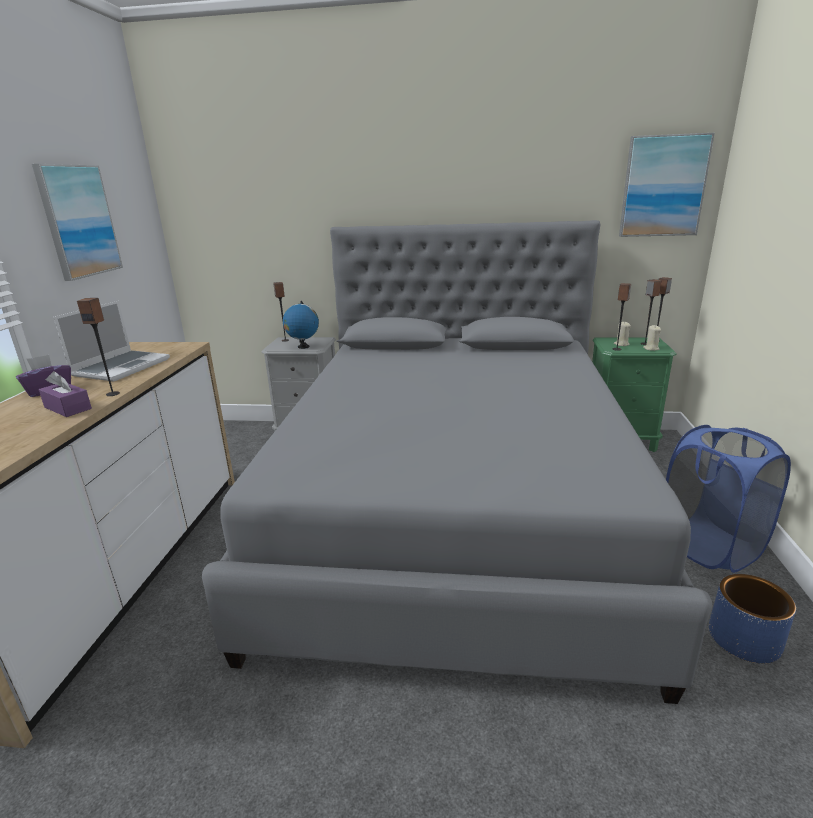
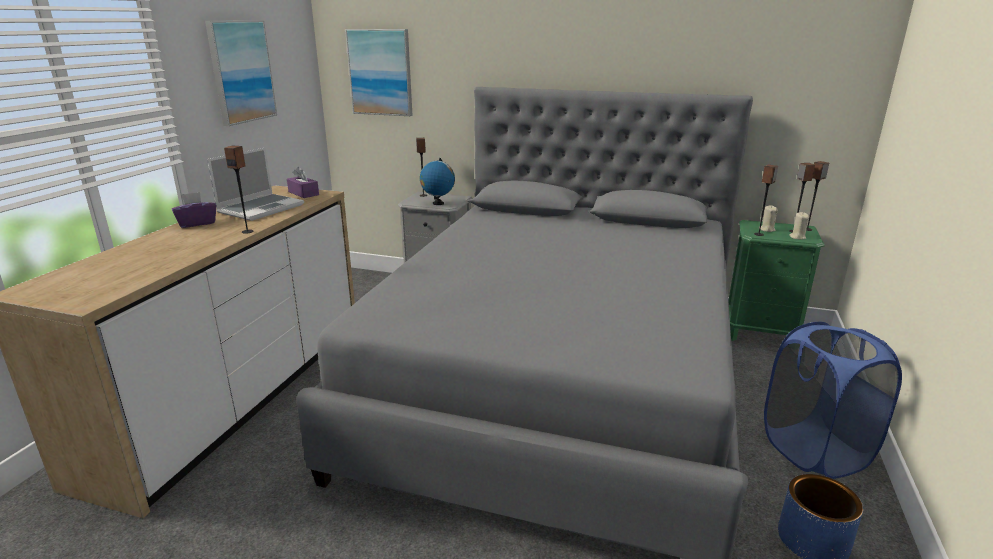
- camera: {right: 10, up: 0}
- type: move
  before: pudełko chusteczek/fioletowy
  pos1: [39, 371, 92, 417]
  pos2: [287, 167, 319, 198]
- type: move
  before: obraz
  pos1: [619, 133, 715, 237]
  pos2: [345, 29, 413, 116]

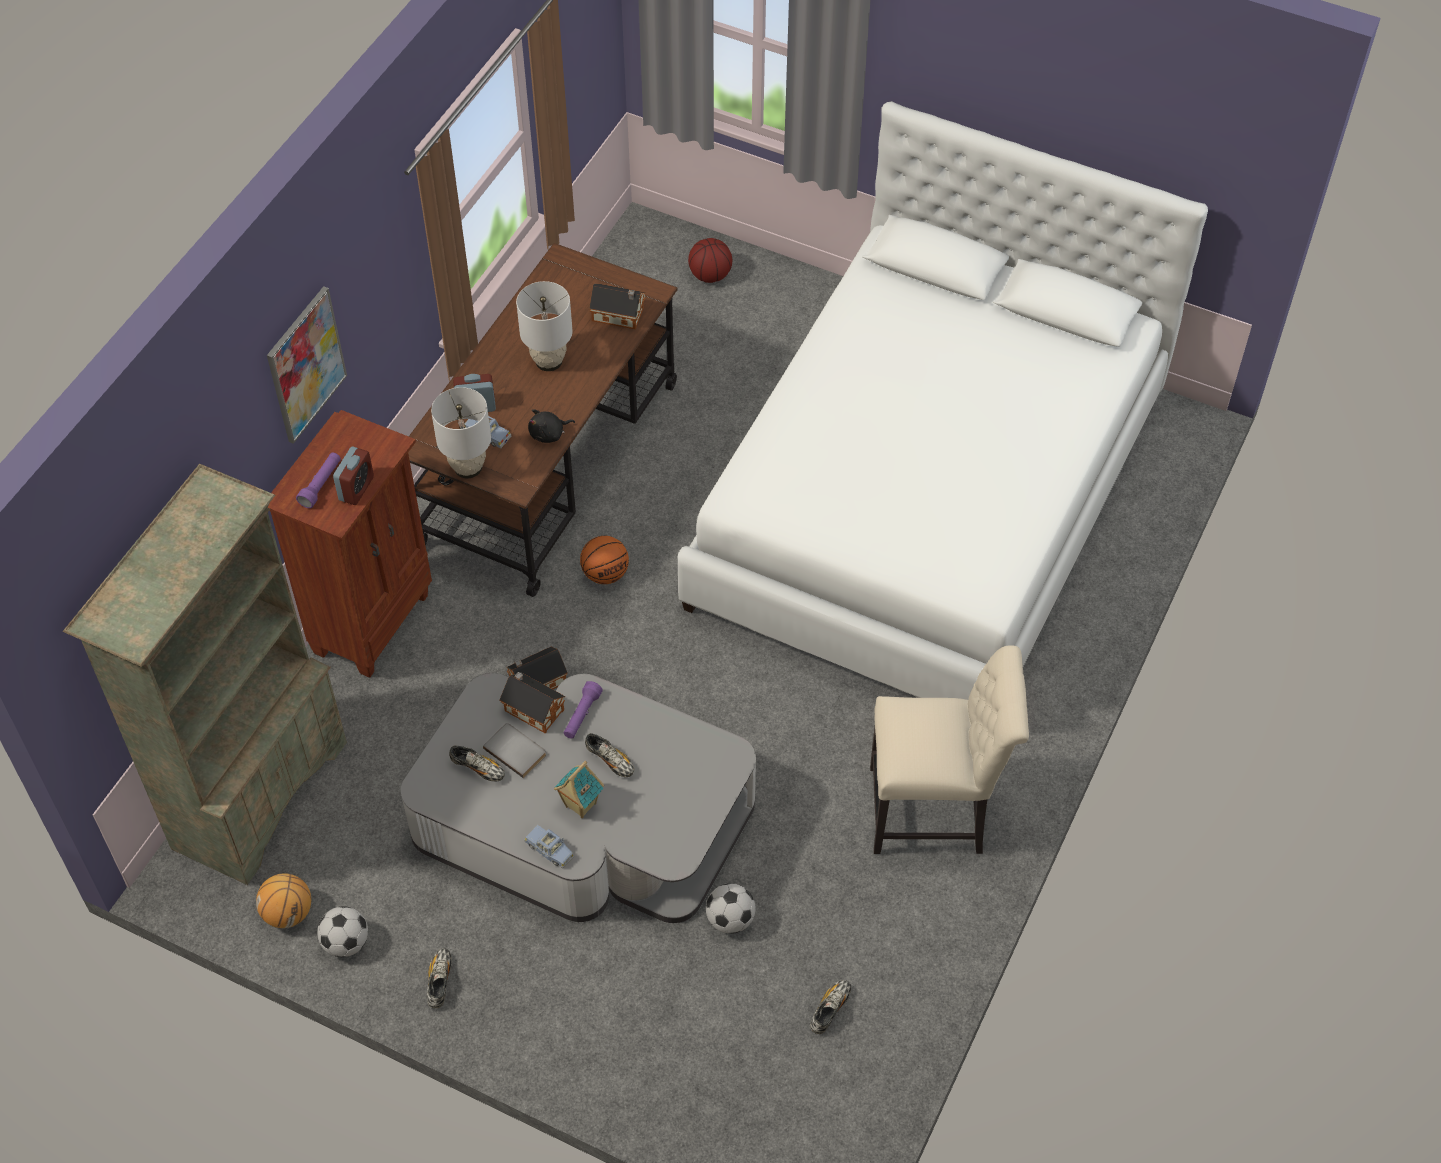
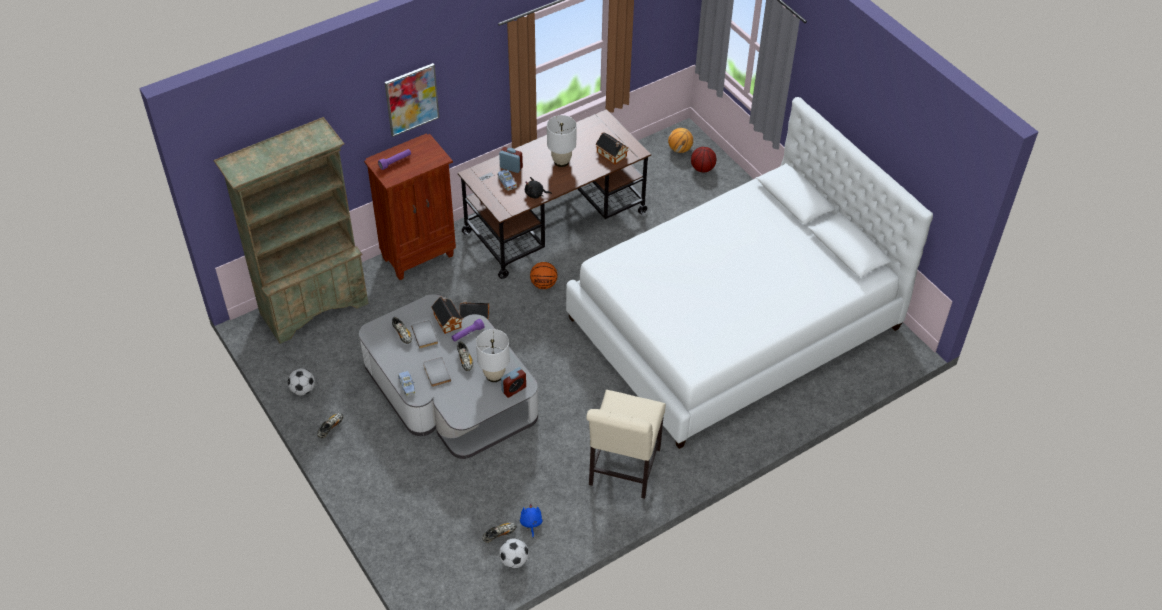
- camera: {right: 30, up: -5}
- type: insert
  after: pluszak/niebieski
  pos2: [520, 504, 543, 537]
- type: move
  before: piłka do koszykówki
  pos1: [256, 873, 311, 928]
  pos2: [668, 128, 693, 153]
- type: move
  before: budzik
  pos1: [333, 446, 374, 505]
  pos2: [501, 367, 526, 398]
- type: move
  before: lampa stołowa/biały
  pos1: [431, 387, 491, 478]
  pos2: [476, 329, 510, 382]
- type: move
  before: piłka futbolowa
  pos1: [706, 883, 756, 934]
  pos2: [499, 538, 529, 568]
- type: replace
  before: domek
  after: książka/szary
  pos1: [554, 761, 604, 818]
  pos2: [423, 357, 451, 387]
- type: rotate
  before: krzesło/beżowy
  pos1: [870, 645, 1029, 854]
  pos2: [586, 390, 666, 499]
  turn: 75

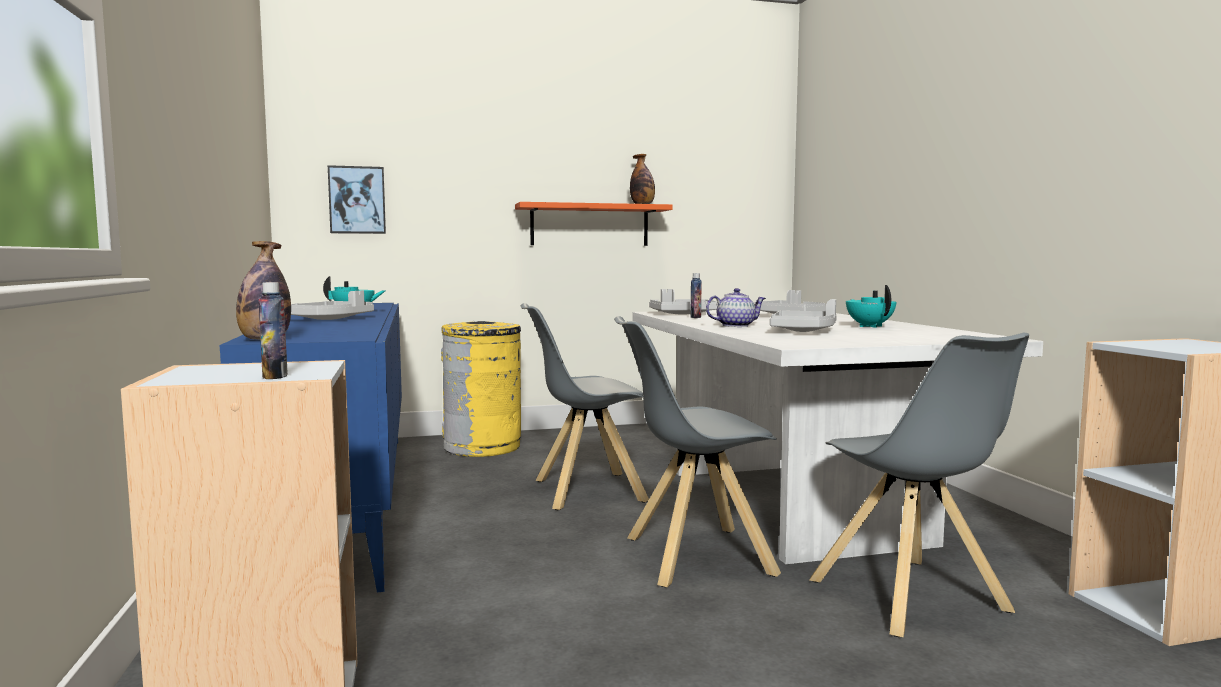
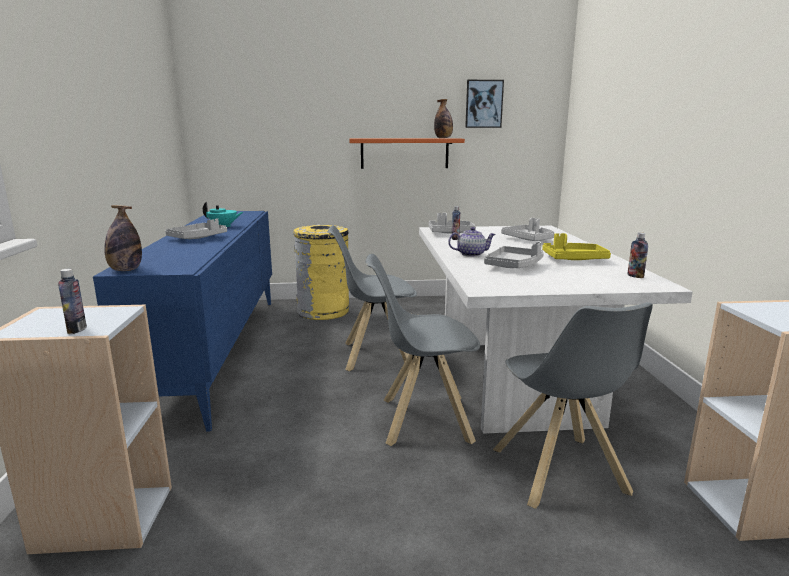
- camera: {right: 10, up: 10}
- type: insert
  after: butelka
  pos2: [628, 232, 648, 278]
- type: move
  before: obraz
  pos1: [328, 165, 386, 234]
  pos2: [465, 80, 504, 128]
- type: replace
  before: imbryk/turkusowy
  after: taca/żółty
  pos1: [846, 285, 896, 328]
  pos2: [542, 233, 611, 260]

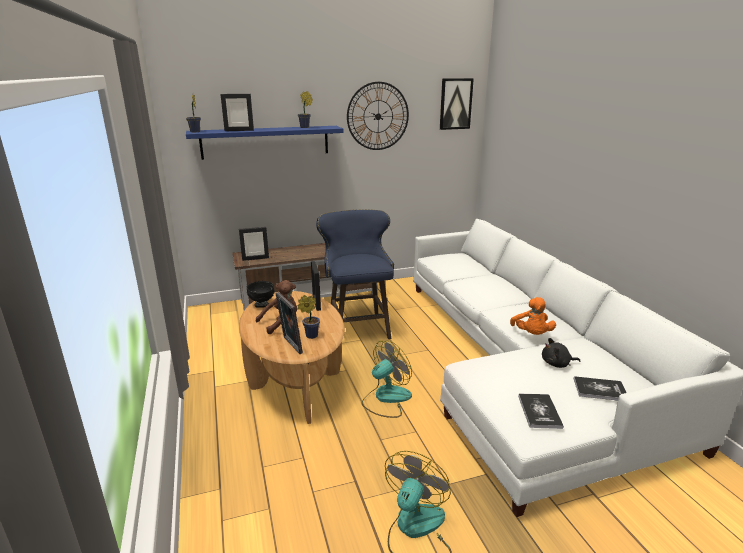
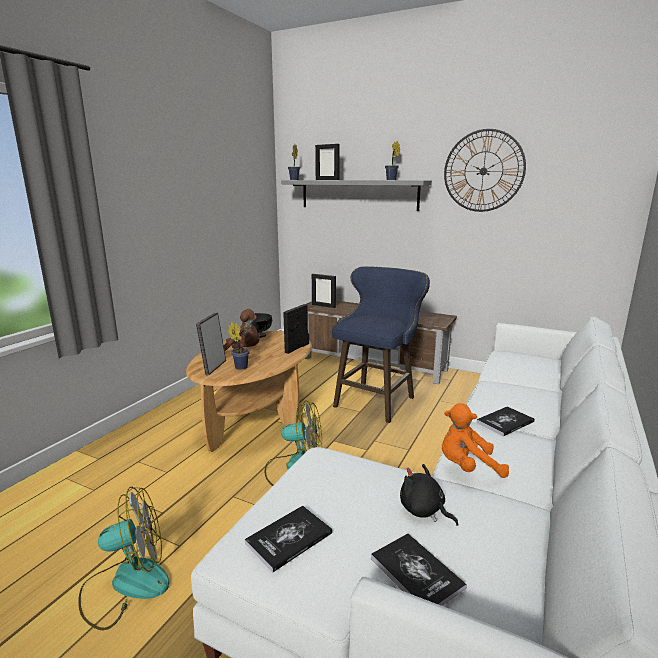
- camera: {right: 45, up: -5}
- type: delete
  before: obraz
  pos1: [440, 78, 474, 130]
- type: insert
  after: książka
  pos2: [476, 406, 535, 436]
- type: recolor
  before: półka/niebieski
  after: półka/szary
  pos1: [186, 126, 344, 160]
  pos2: [281, 180, 432, 211]
- type: rotate
  before: pluszak/pomarańczowy
  pos1: [510, 297, 556, 335]
  pos2: [442, 403, 509, 478]
  turn: 45

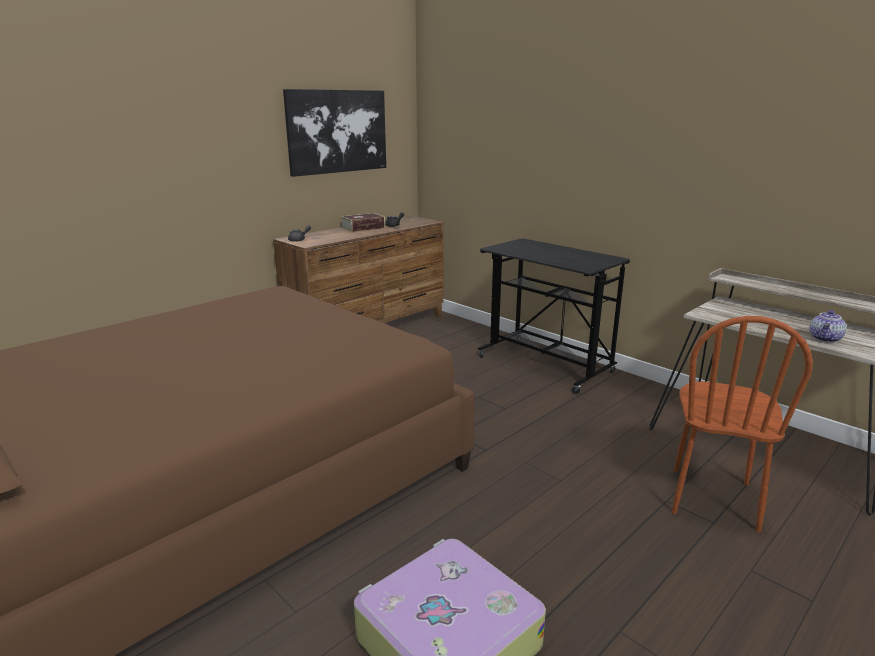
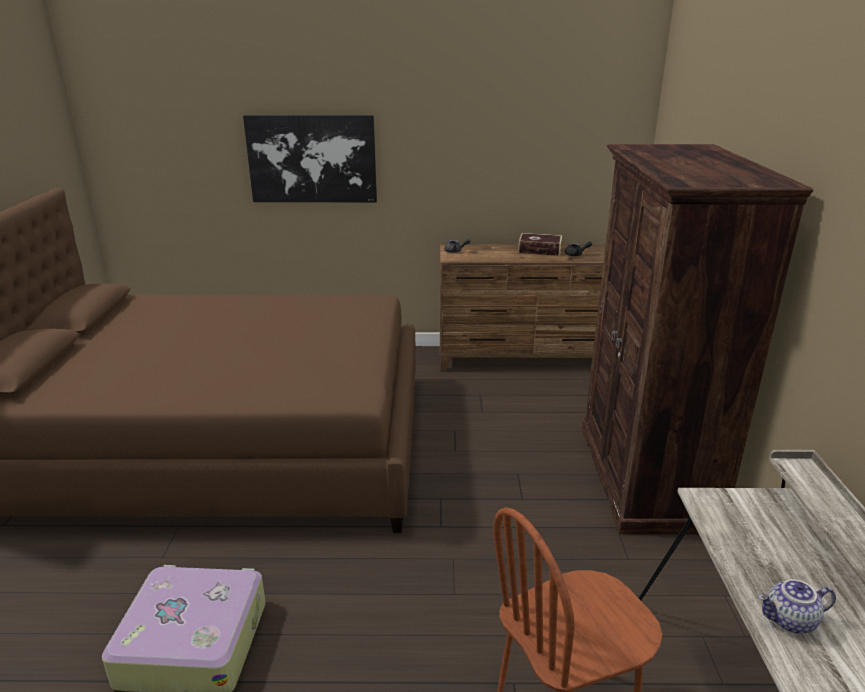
- camera: {right: 45, up: 5}
- type: move
  before: obraz
  pos1: [283, 89, 386, 177]
  pos2: [243, 115, 377, 202]
- type: replace
  before: biurko/czarny
  after: szafa/brązowy
  pos1: [478, 238, 630, 394]
  pos2: [582, 144, 813, 535]

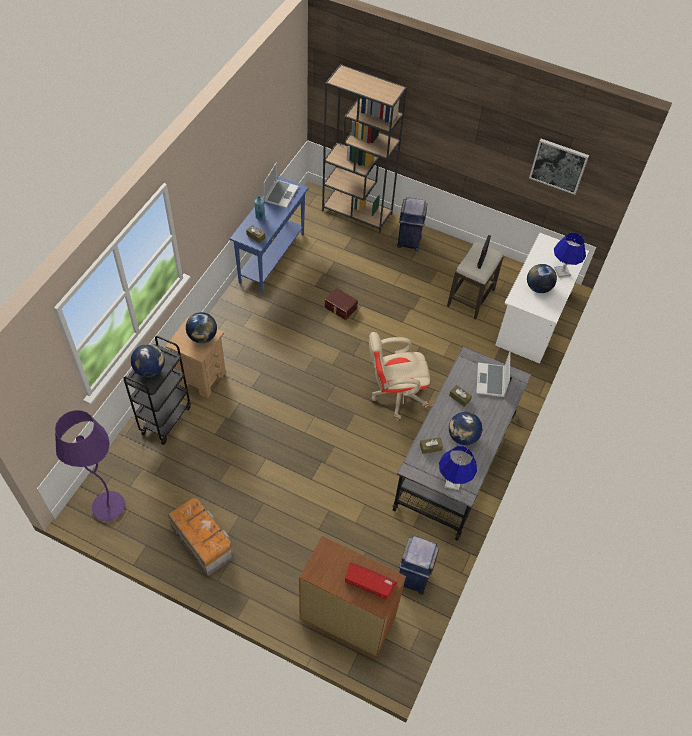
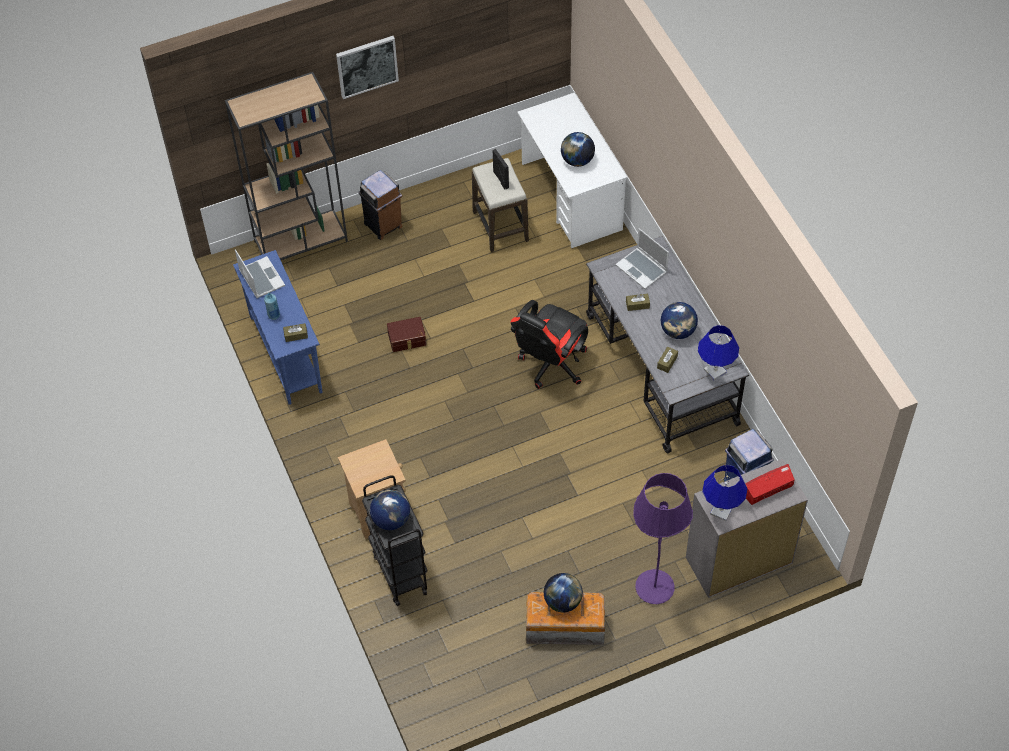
- camera: {right: -45, up: 0}
- type: move
  before: lampa stojąca/fioletowy
  pos1: [55, 410, 125, 521]
  pos2: [633, 473, 693, 604]
- type: move
  before: globus
  pos1: [186, 312, 217, 343]
  pos2: [544, 573, 583, 612]
- type: move
  before: obraz
  pos1: [529, 139, 589, 195]
  pos2: [336, 36, 399, 99]
- type: move
  before: lampa stołowa/niebieski
  pos1: [554, 232, 586, 278]
  pos2: [702, 465, 747, 521]
- type: recolor
  before: szafka/brązowy
  after: szafka/szary
  pos1: [299, 536, 406, 658]
  pos2: [686, 459, 808, 598]
- type: recolor
  before: krzesło biurowe/beżowy
  after: krzesło biurowe/czarny
  pos1: [369, 332, 430, 421]
  pos2: [511, 300, 588, 389]
- type: recolor
  before: kosz na śmieci/niebieski
  after: kosz na śmieci/brązowy
  pos1: [397, 197, 428, 251]
  pos2: [358, 170, 403, 240]

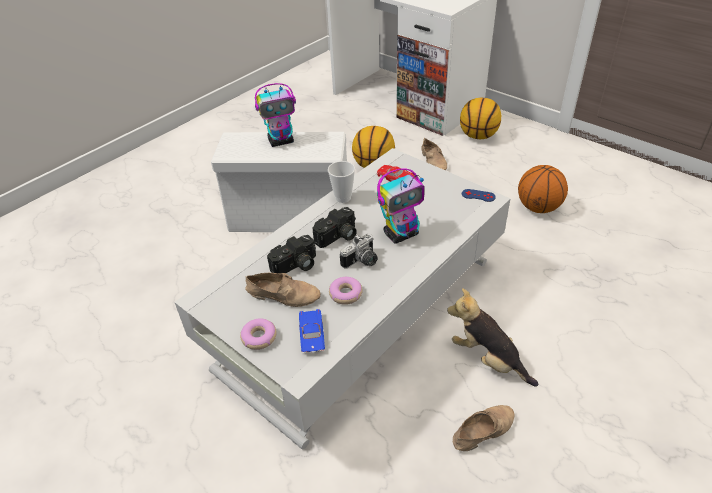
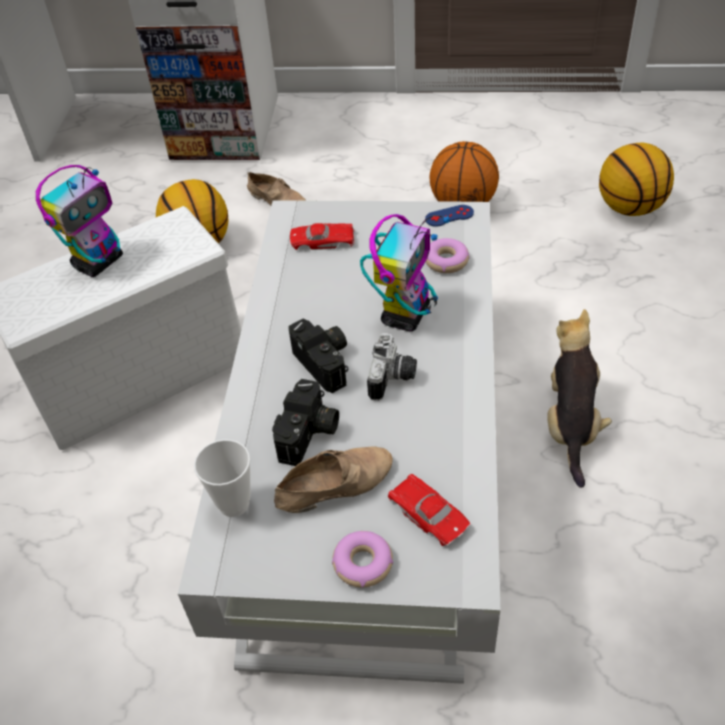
- camera: {right: -35, up: 5}
- type: delete
  before: but/beżowy
  pos1: [453, 405, 514, 451]
- type: move
  before: filiżanka
  pos1: [328, 161, 355, 203]
  pos2: [194, 439, 251, 517]
- type: move
  before: donut
  pos1: [329, 277, 363, 305]
  pos2: [426, 238, 470, 273]
- type: move
  before: piłka do koszykówki
  pos1: [460, 98, 501, 139]
  pos2: [599, 142, 674, 216]
- type: recolor
  before: samochodzik/niebieski
  after: samochodzik/czerwony
  pos1: [299, 309, 325, 353]
  pos2: [388, 474, 471, 546]
- type: rotate
  before: aparat fotograficzny
  pos1: [312, 207, 357, 248]
  pos2: [288, 319, 348, 393]
  turn: -45
- type: rotate
  before: pluszak
  pos1: [447, 288, 538, 386]
  pos2: [547, 309, 612, 488]
  turn: 90

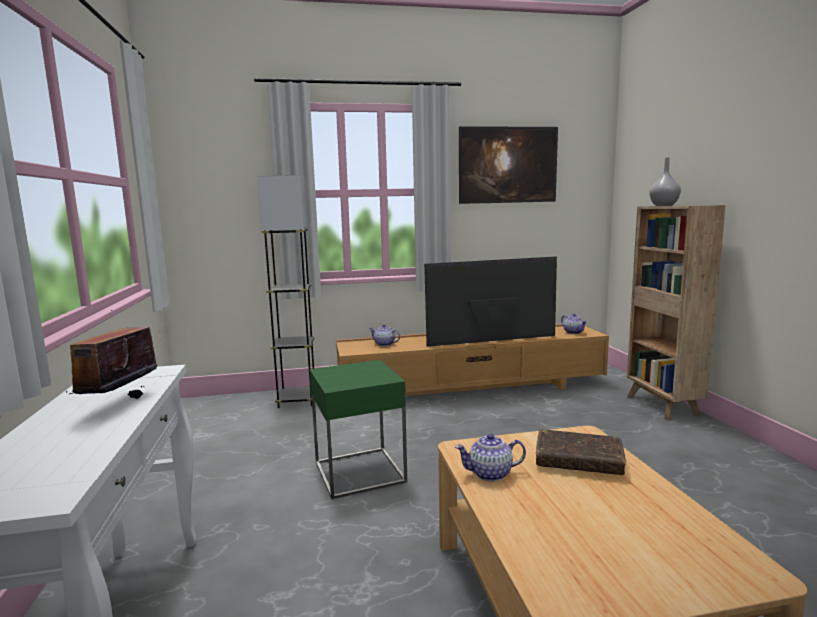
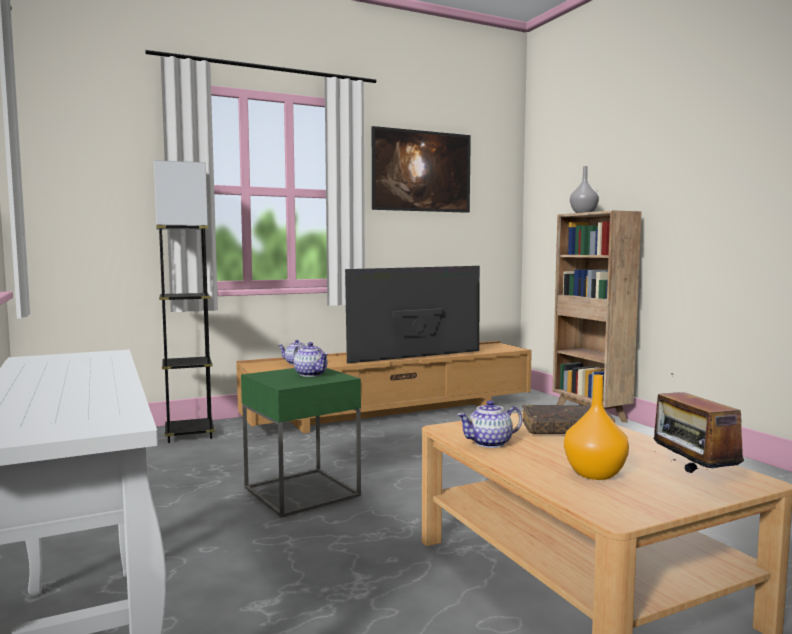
- camera: {right: -15, up: -5}
- type: insert
  after: wazon/pomarańczowy
  pos2: [564, 374, 629, 480]
- type: move
  before: radio
  pos1: [66, 310, 157, 399]
  pos2: [654, 373, 744, 473]
- type: move
  before: imbryk
  pos1: [561, 314, 587, 334]
  pos2: [293, 342, 328, 377]

